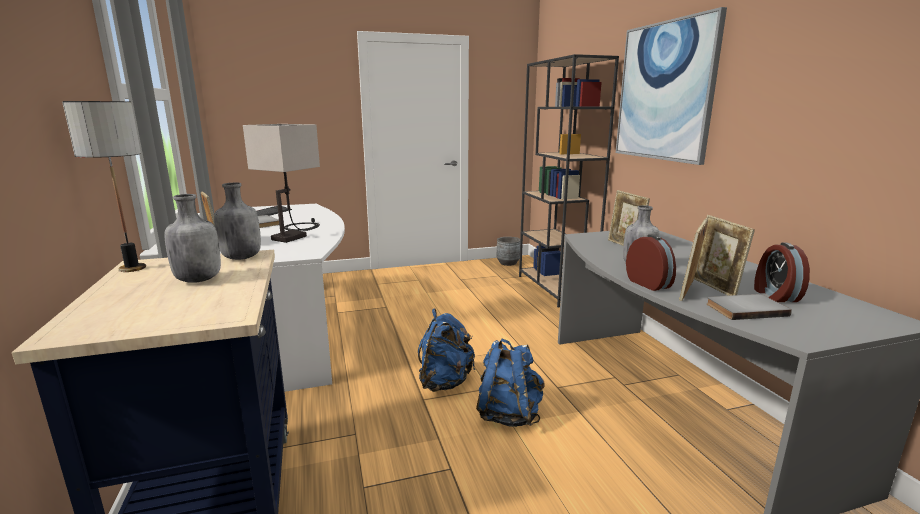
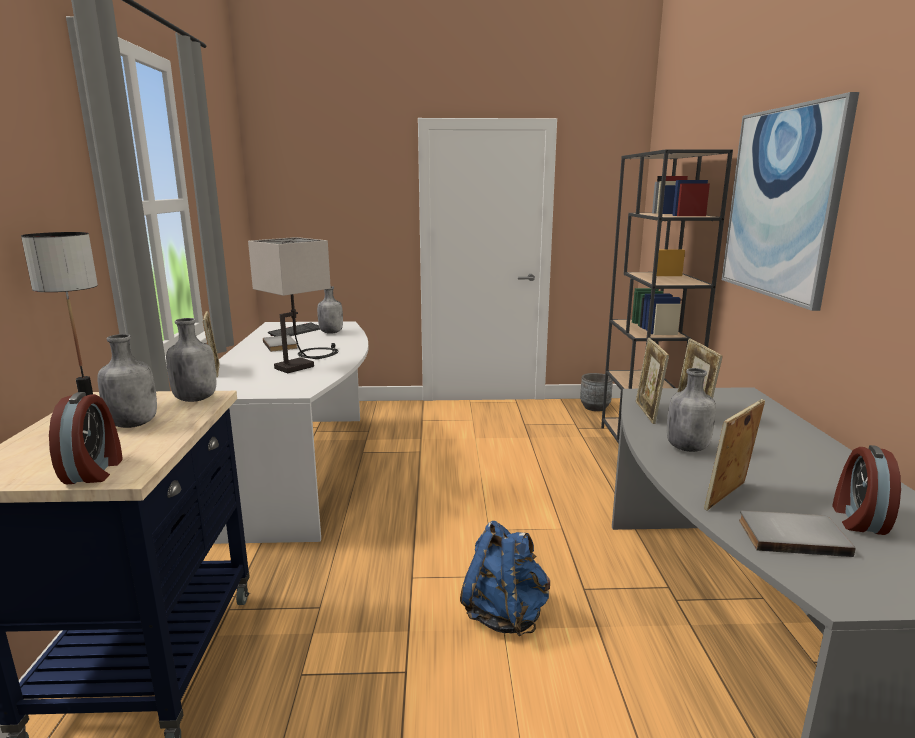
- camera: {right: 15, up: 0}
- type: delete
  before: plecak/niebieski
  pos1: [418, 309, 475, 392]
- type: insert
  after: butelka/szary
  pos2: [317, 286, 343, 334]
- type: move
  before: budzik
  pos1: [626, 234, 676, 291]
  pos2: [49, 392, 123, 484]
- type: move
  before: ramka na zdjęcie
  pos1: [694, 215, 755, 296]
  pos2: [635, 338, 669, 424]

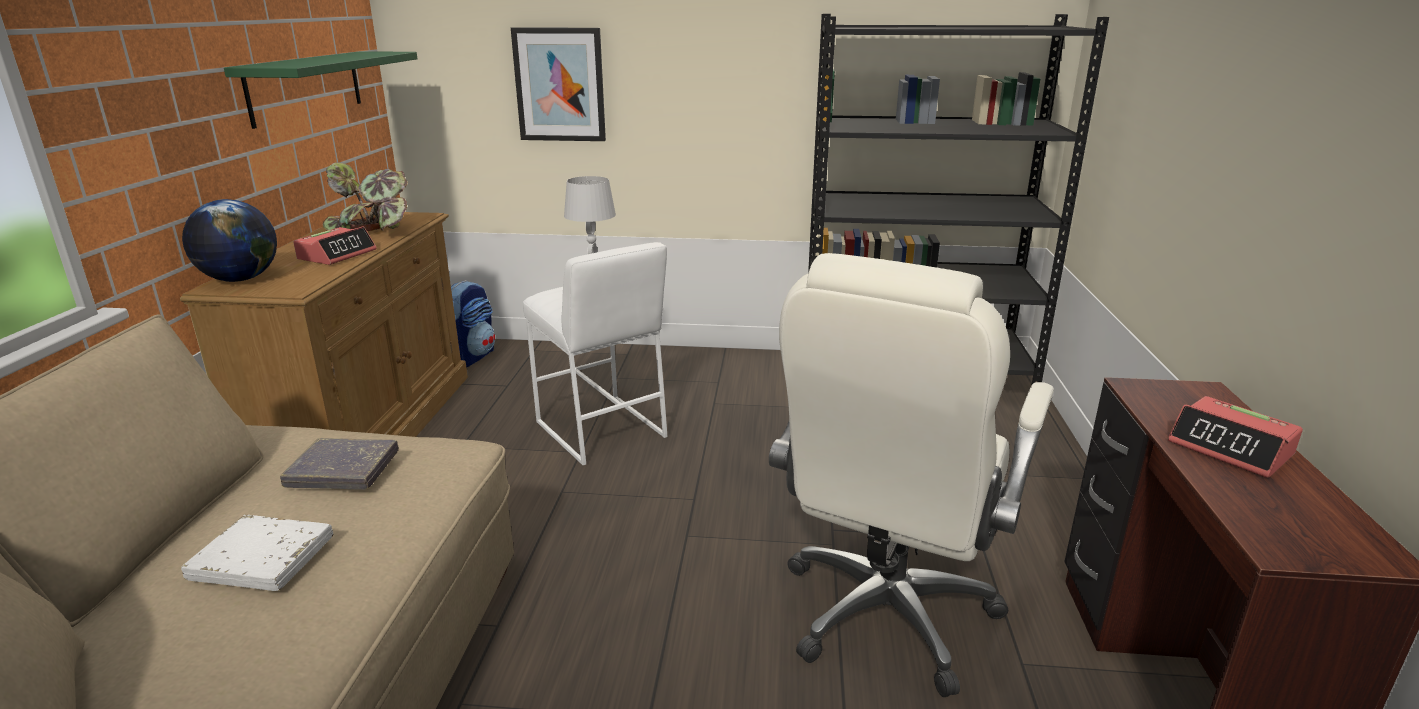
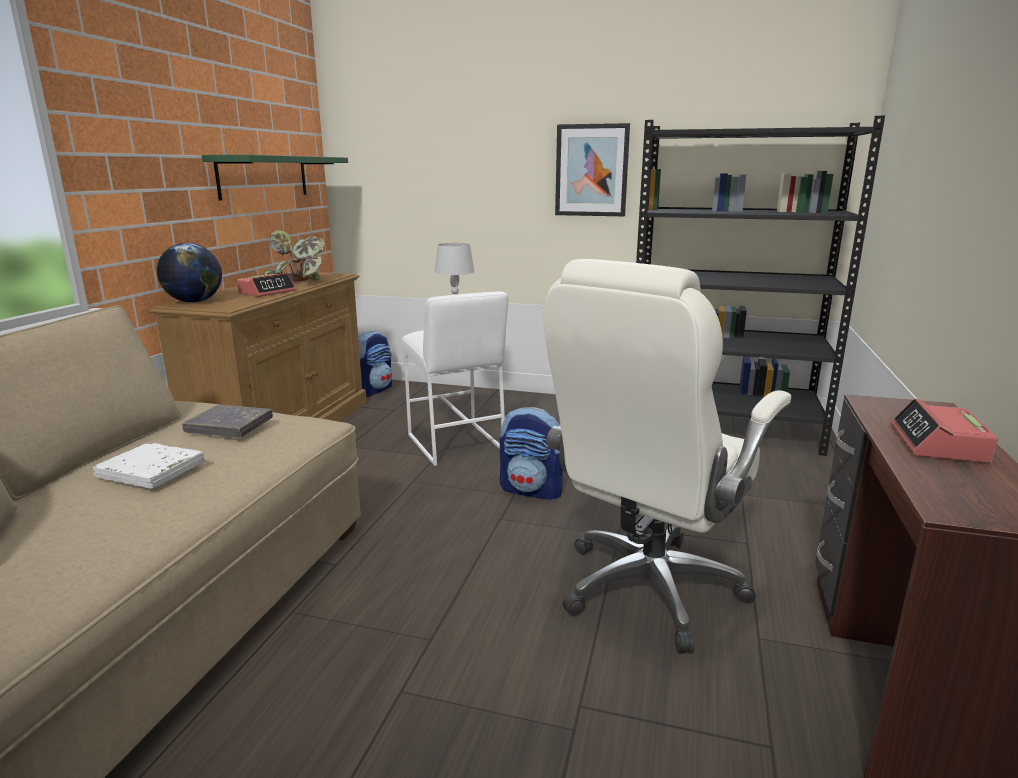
- camera: {right: 10, up: -5}
- type: insert
  after: plecak
  pos2: [500, 407, 563, 500]
- type: move
  before: obraz
  pos1: [511, 27, 606, 141]
  pos2: [555, 123, 630, 216]
- type: rotate
  before: budzik
  pos1: [1168, 396, 1303, 478]
  pos2: [891, 398, 998, 463]
  turn: 45

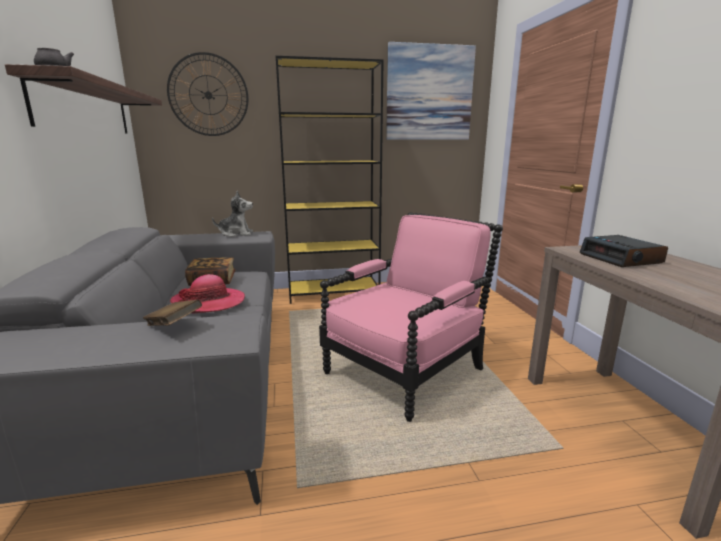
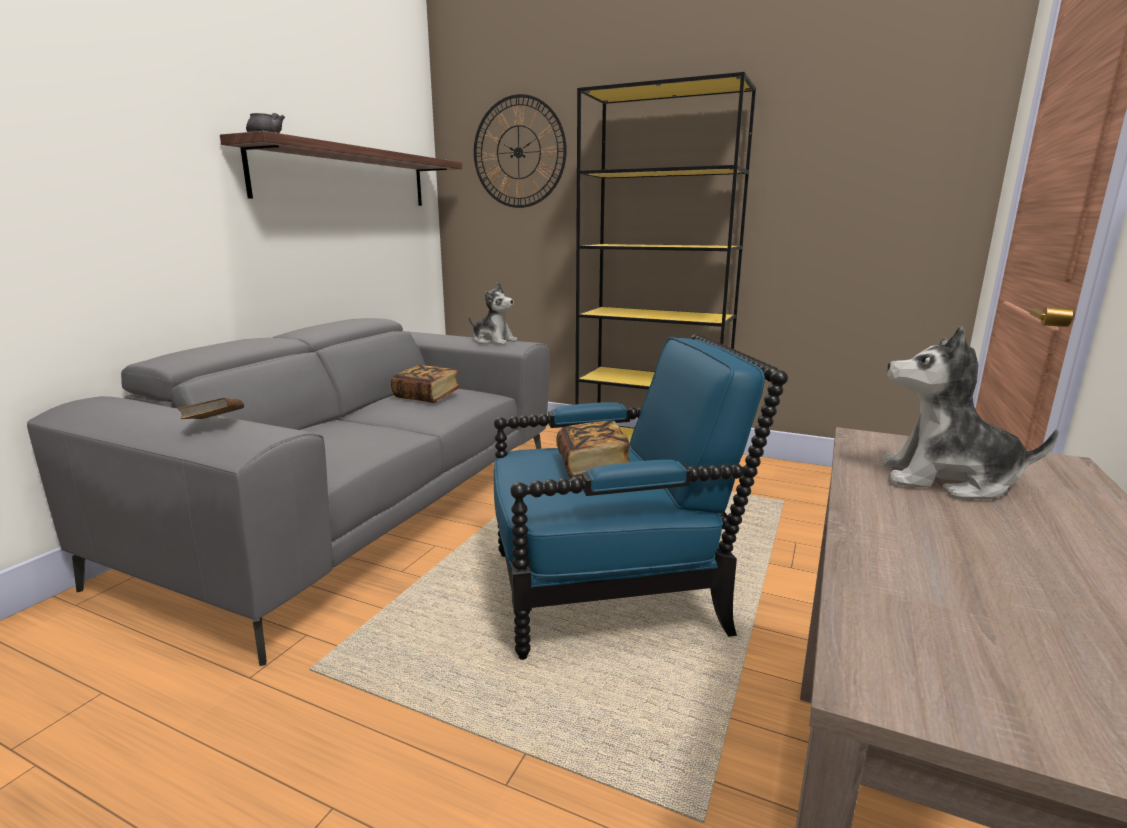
- camera: {right: 35, up: 0}
- type: delete
  before: kapelusz
  pos1: [170, 274, 245, 314]
- type: delete
  before: obraz
  pos1: [386, 42, 476, 140]
- type: insert
  after: książka
  pos2: [556, 420, 630, 478]
- type: replace
  before: budzik
  after: pluszak
  pos1: [580, 235, 668, 267]
  pos2: [882, 326, 1059, 499]
- type: recolor
  before: fotel/różowy
  after: fotel/niebieski
  pos1: [319, 212, 503, 422]
  pos2: [494, 334, 788, 660]

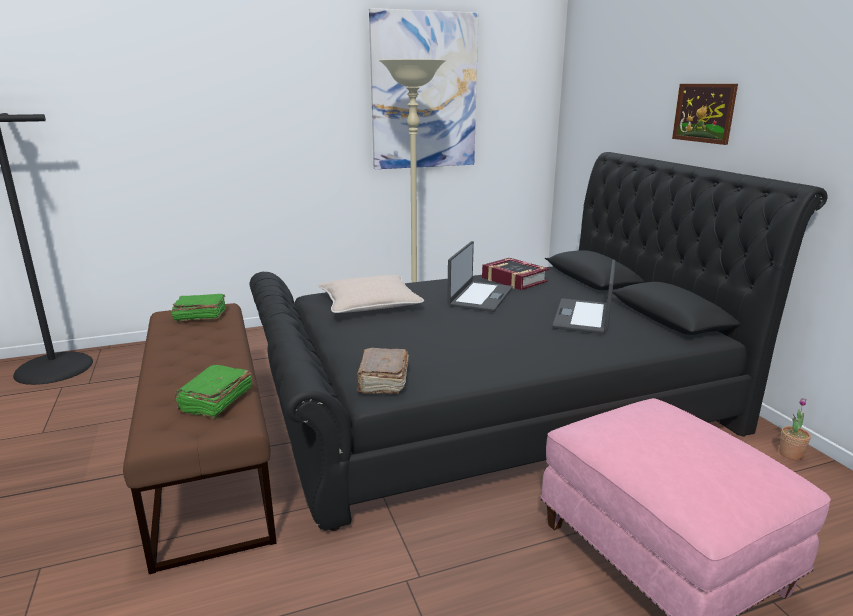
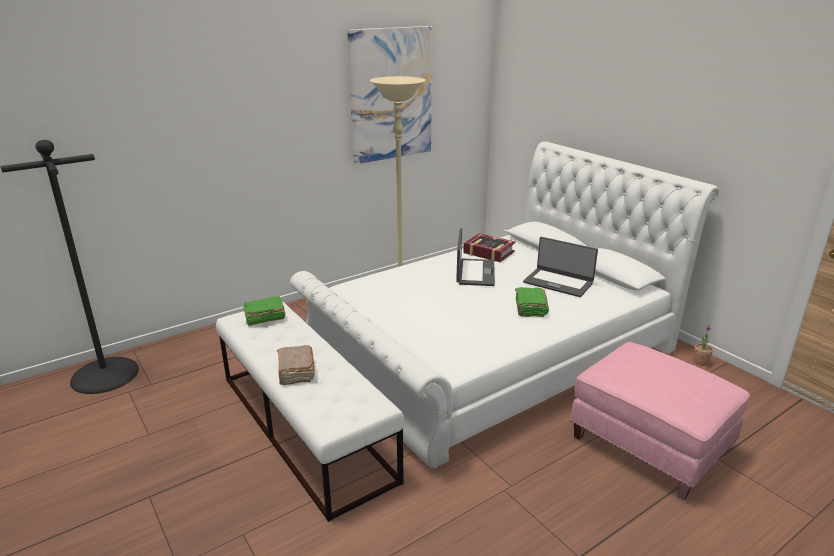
- camera: {right: -15, up: 5}
- type: delete
  before: poduszka/beżowy
  pos1: [318, 275, 424, 313]
- type: delete
  before: obraz
  pos1: [672, 84, 738, 145]
- type: move
  before: książka/zielony
  pos1: [175, 365, 252, 419]
  pos2: [515, 287, 549, 317]
- type: move
  before: książka/brązowy
  pos1: [357, 348, 409, 394]
  pos2: [277, 345, 315, 385]
- type: recolor
  before: ławka/brązowy
  after: ławka/biały
  pos1: [123, 303, 277, 574]
  pos2: [216, 301, 405, 522]
- type: recolor
  before: łóżko/czarny
  after: łóżko/biały
  pos1: [249, 152, 828, 531]
  pos2: [290, 141, 719, 468]
- type: rotate
  before: laptop
  pos1: [552, 260, 616, 334]
  pos2: [523, 237, 598, 297]
  turn: -60

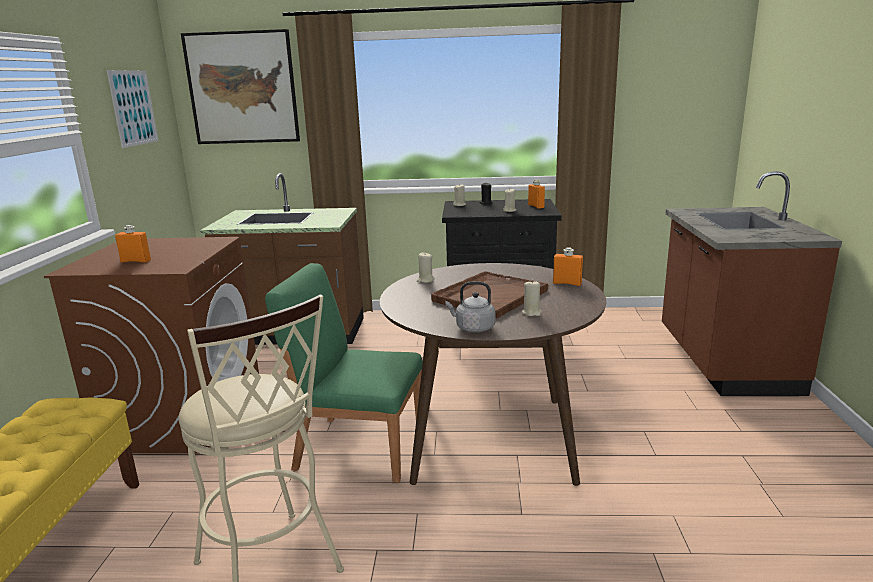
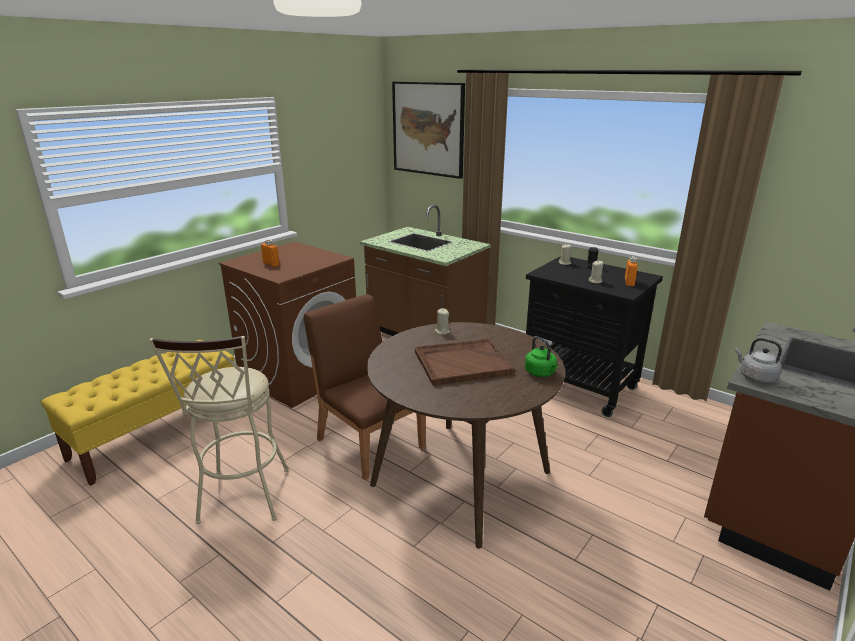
- camera: {right: 35, up: 5}
- type: delete
  before: obraz
  pos1: [107, 70, 158, 148]
- type: delete
  before: świeca/beżowy
  pos1: [522, 280, 542, 316]
- type: move
  before: czajnik/szary
  pos1: [445, 281, 495, 332]
  pos2: [735, 338, 782, 383]
- type: replace
  before: butelka/pomarańczowy
  after: czajnik/zielony
  pos1: [553, 248, 583, 286]
  pos2: [525, 336, 558, 377]
- type: recolor
  before: krzesło/zielony
  after: krzesło/brązowy
  pos1: [265, 263, 423, 483]
  pos2: [304, 294, 426, 480]

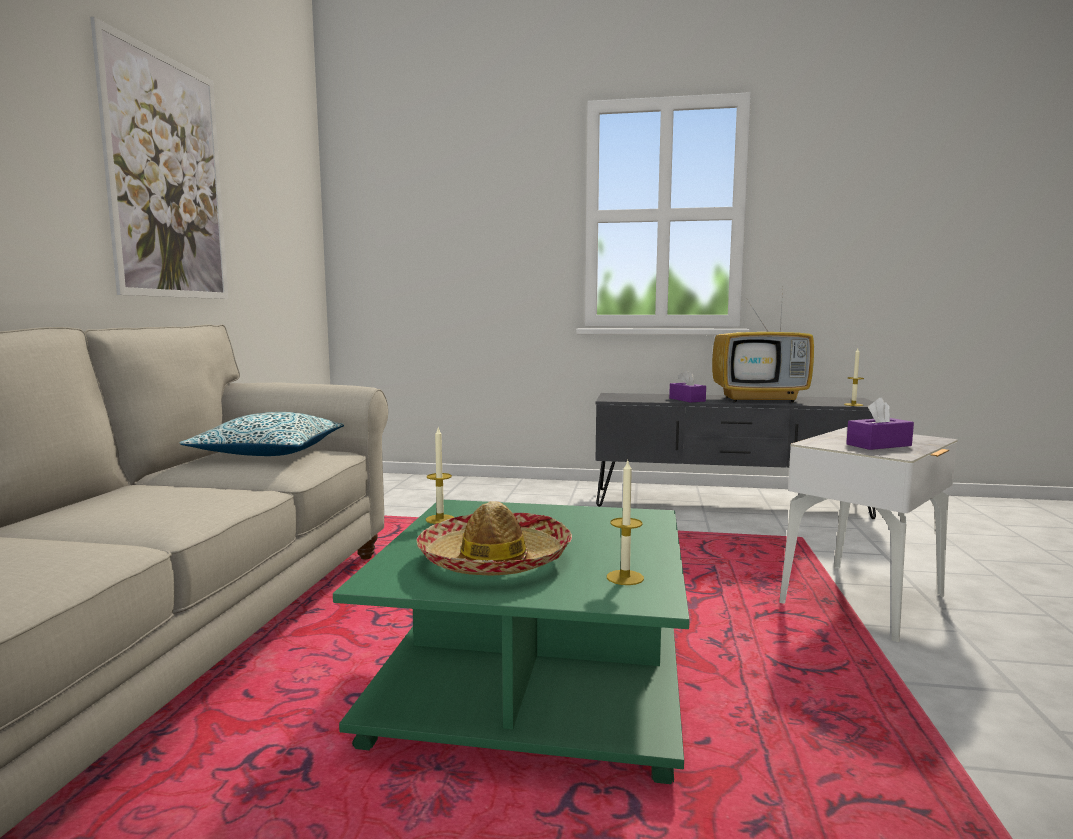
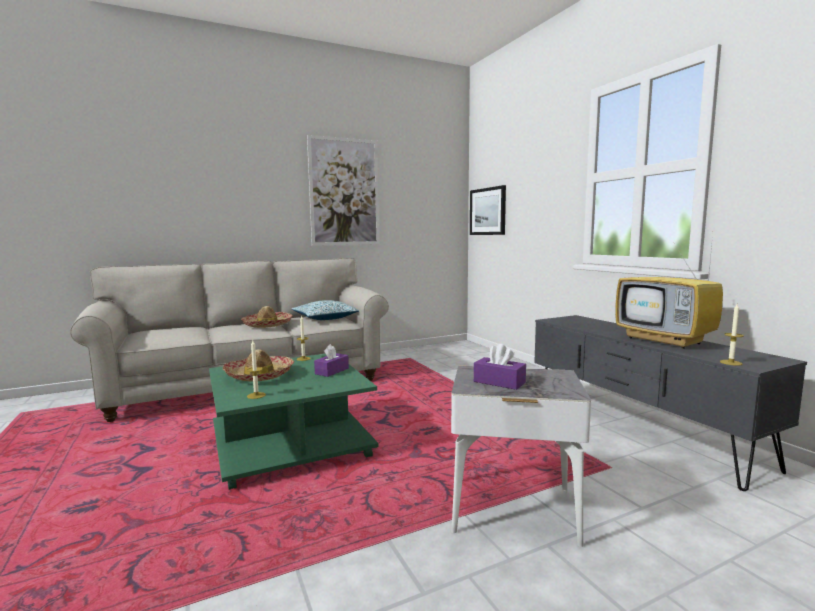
- camera: {right: 55, up: 0}
- type: insert
  after: kapelusz
  pos2: [241, 306, 293, 328]
- type: insert
  after: obraz
  pos2: [470, 185, 506, 235]
- type: move
  before: pudełko chusteczek/fioletowy
  pos1: [669, 370, 706, 402]
  pos2: [314, 344, 349, 377]

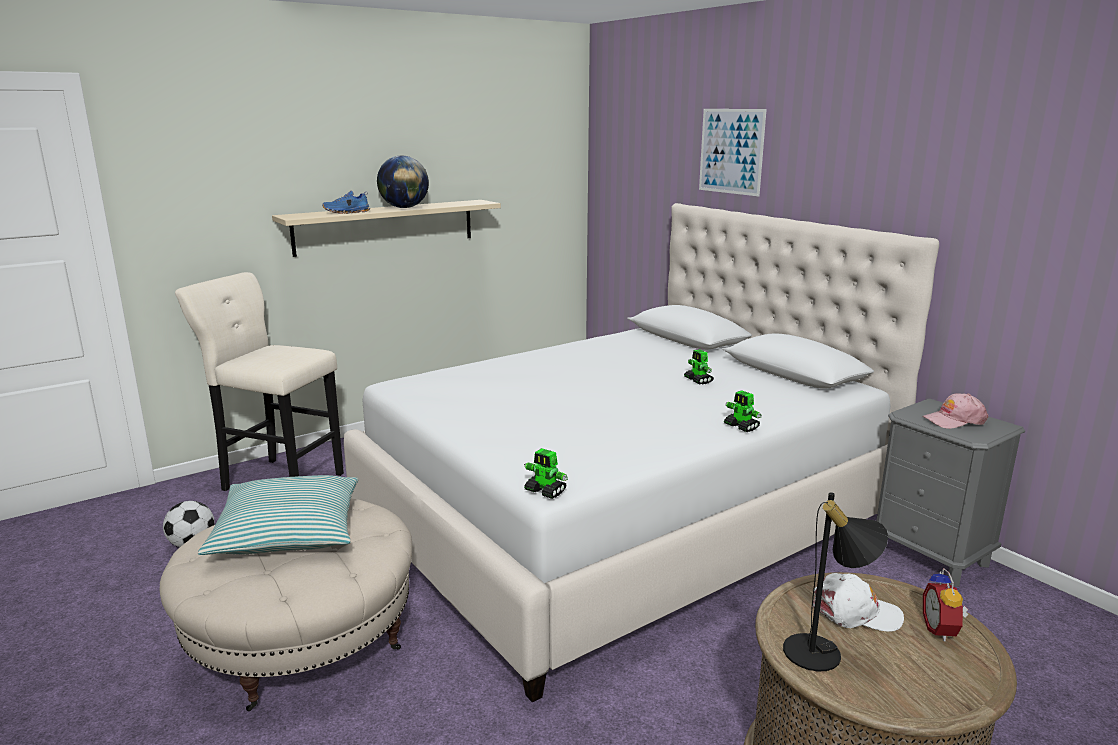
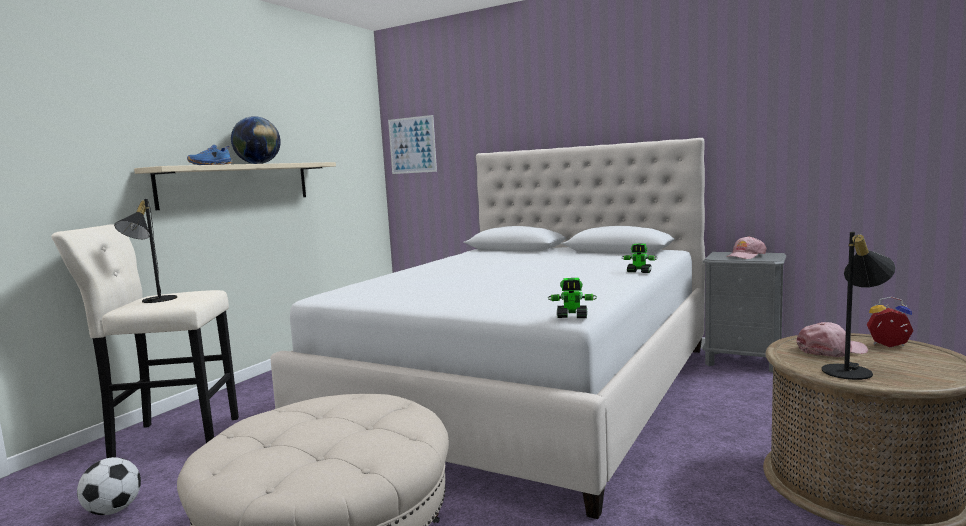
- camera: {right: -25, up: -10}
- type: delete
  before: poduszka
  pos1: [198, 475, 358, 555]
- type: delete
  before: robot zabawkowy
  pos1: [684, 349, 714, 385]
- type: insert
  after: lampa stołowa/czarny
  pos2: [114, 199, 177, 303]
- type: move
  before: obraz
  pos1: [699, 109, 767, 196]
  pos2: [388, 115, 437, 174]
- type: recolor
  before: czapka z daszkiem/biały
  after: czapka z daszkiem/różowy
  pos1: [813, 573, 904, 632]
  pos2: [796, 322, 868, 357]
- type: rotate
  before: budzik
  pos1: [923, 568, 969, 642]
  pos2: [867, 297, 914, 347]
  turn: 135

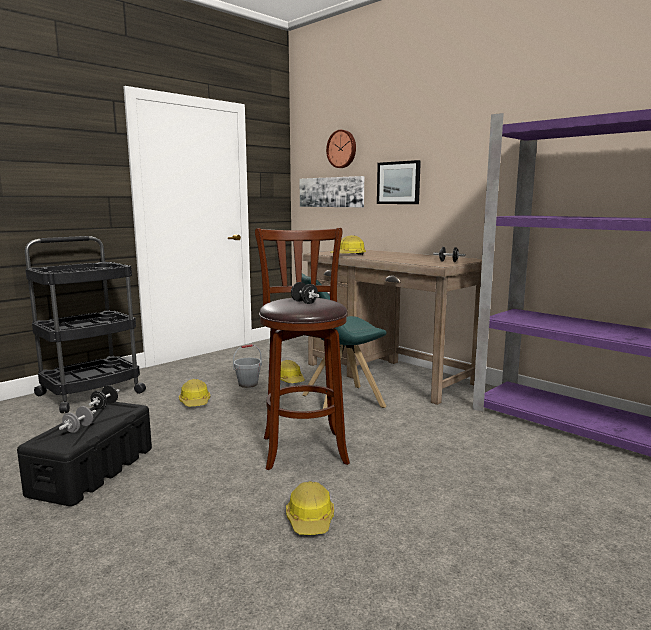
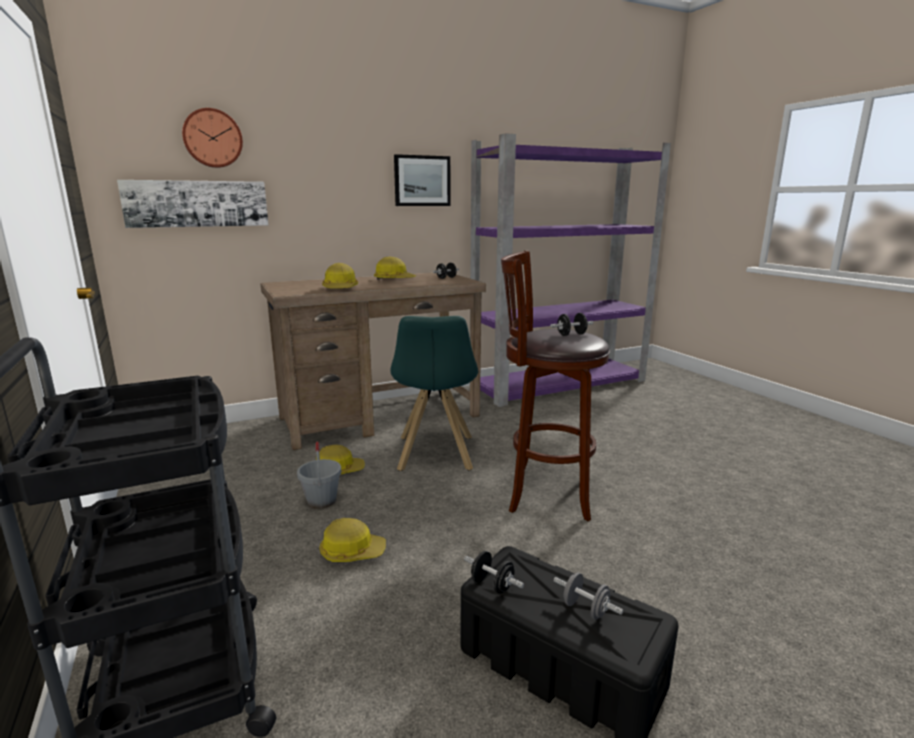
- camera: {right: -70, up: 5}
- type: move
  before: kask
  pos1: [286, 481, 334, 535]
  pos2: [374, 256, 416, 280]
- type: move
  before: obraz
  pos1: [377, 160, 421, 204]
  pos2: [394, 154, 451, 206]

